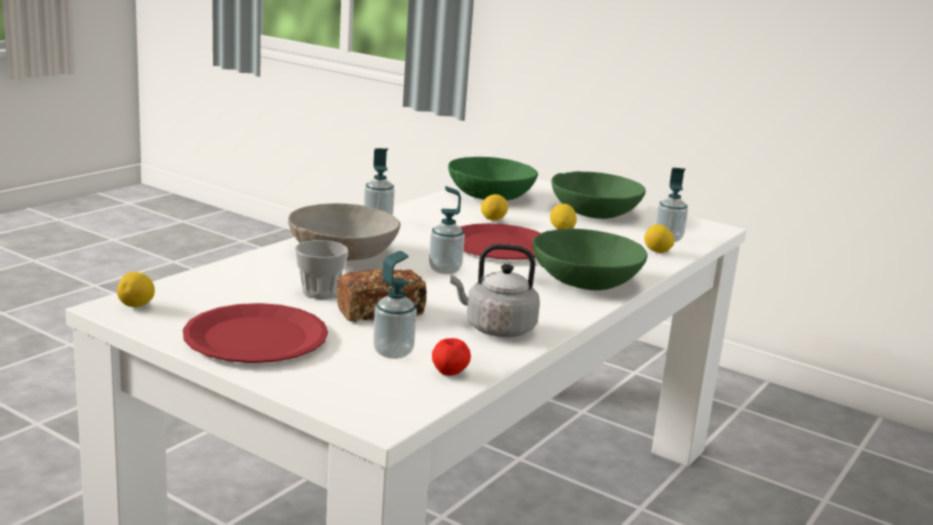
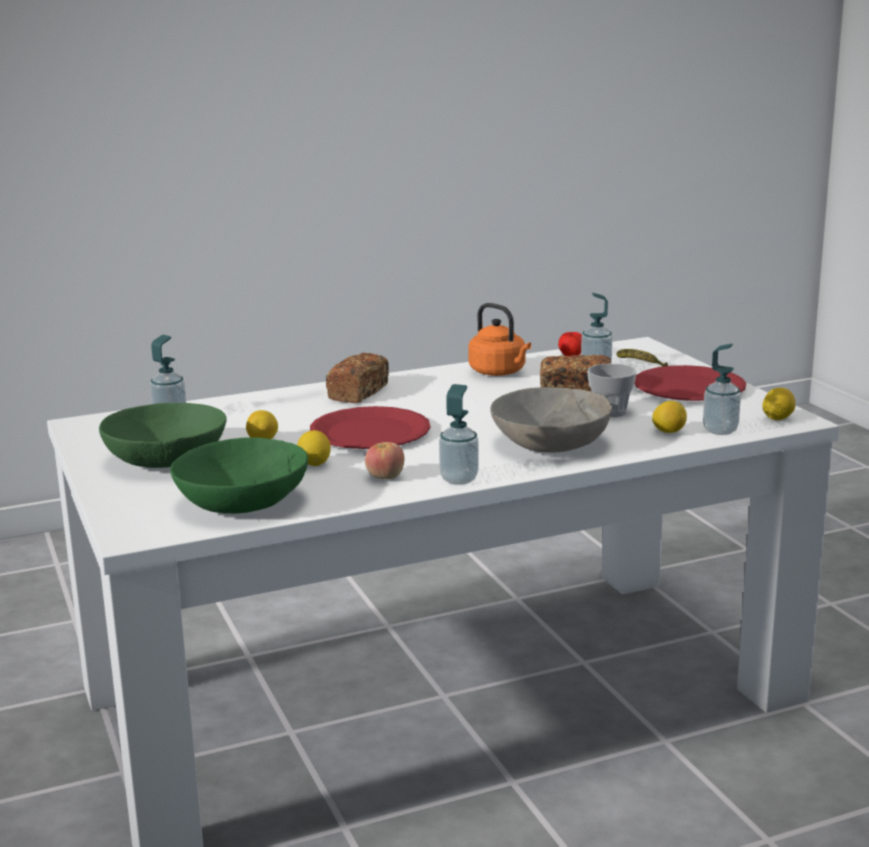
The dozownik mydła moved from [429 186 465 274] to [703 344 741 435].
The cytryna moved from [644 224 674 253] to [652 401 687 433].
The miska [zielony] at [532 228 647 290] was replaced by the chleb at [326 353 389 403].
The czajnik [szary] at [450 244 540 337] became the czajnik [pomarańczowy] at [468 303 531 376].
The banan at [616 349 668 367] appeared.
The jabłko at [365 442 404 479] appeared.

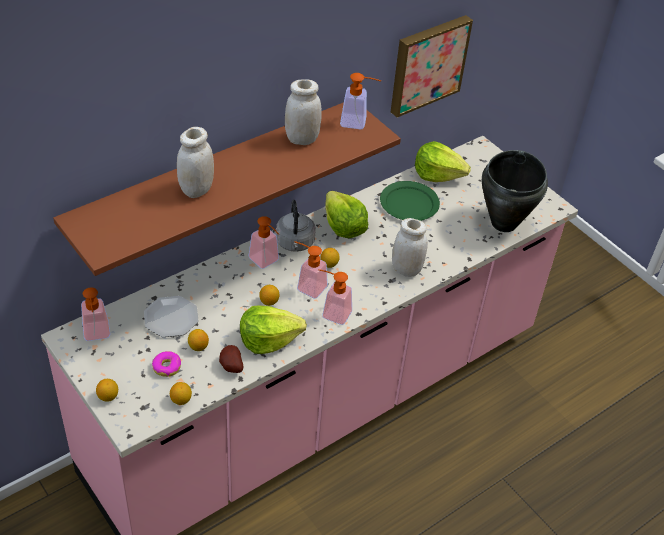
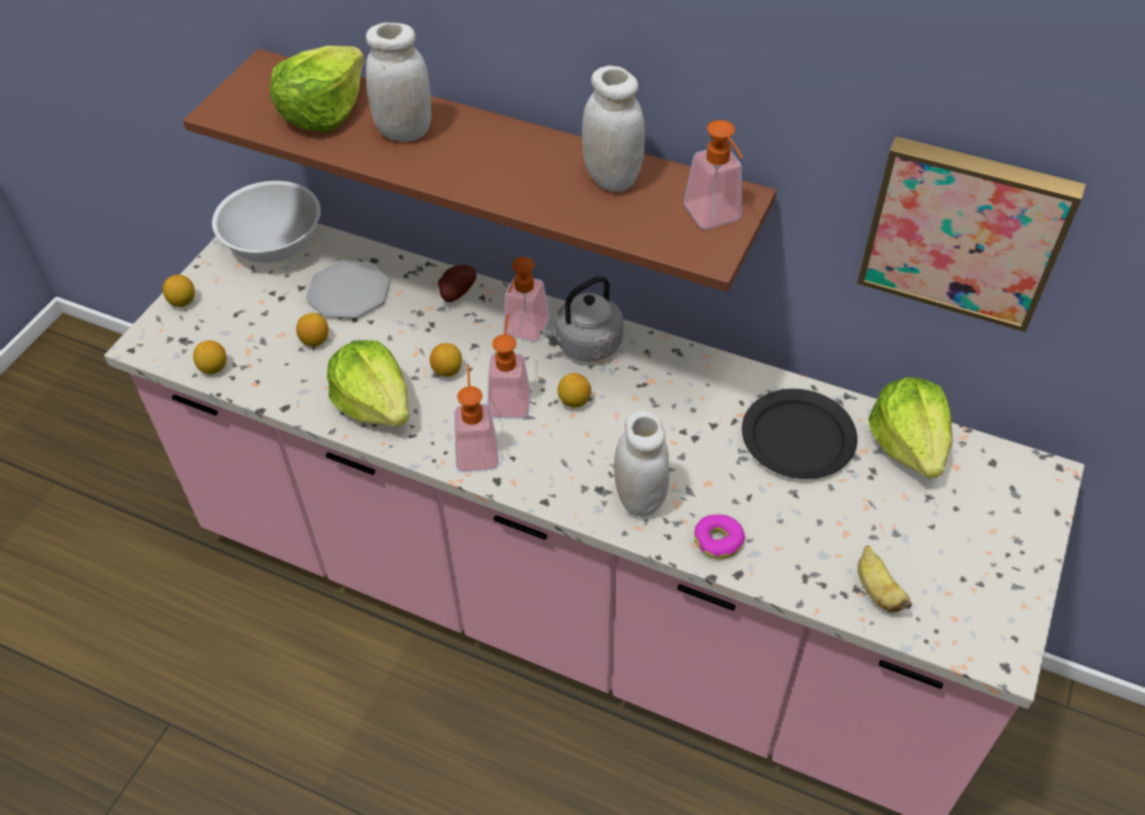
The garnek [czarny] at [482 150 548 232] was replaced by the banan at [858 545 912 612].
The talerz [zielony] at [380 181 440 221] became the talerz [czarny] at [742 389 857 479].
The sałata moved from [325 191 368 238] to [270 46 364 132].
The dozownik mydła at [81 288 110 341] was replaced by the miska [biały] at [212 181 321 263].
The ziemniak moved from [219 345 244 373] to [438 265 476 302].
The donut moved from [152 351 181 377] to [694 514 745 559].

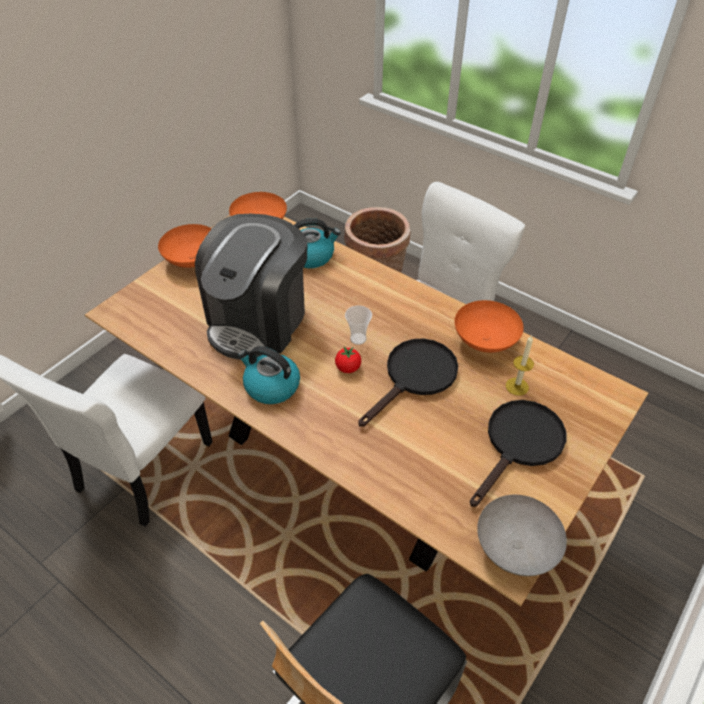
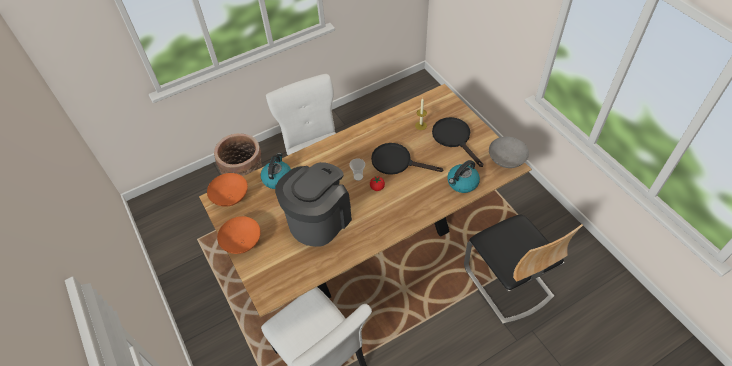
The ekspres do kawy at [195 214 308 360] turned 105 degrees counterclockwise.
The miska [pomarańczowy] at [455 300 524 353] disappeared.
The patelnia [czarny] at [358 338 458 427] turned 45 degrees counterclockwise.
The czajnik moved from [238 346 300 404] to [447 160 480 193].

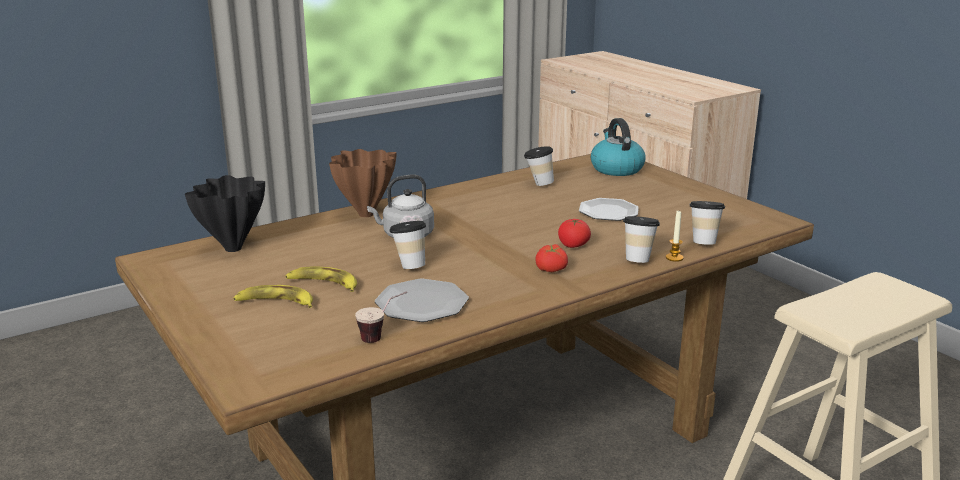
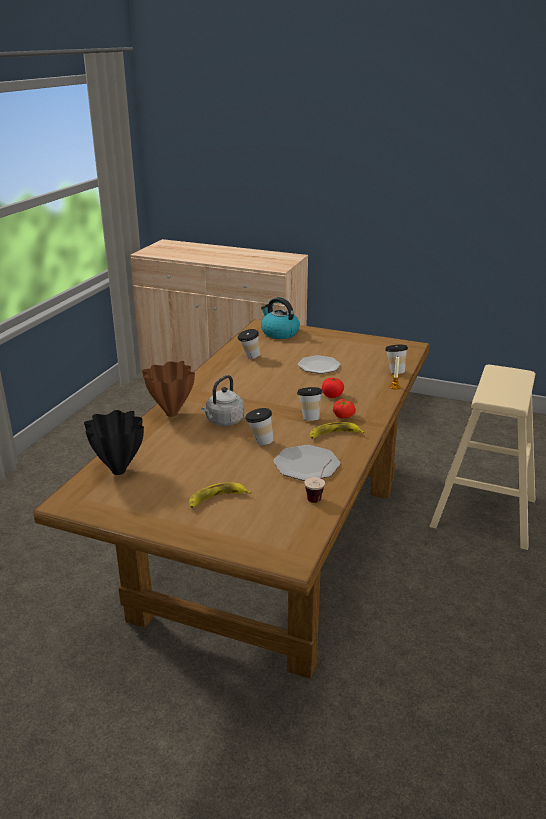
The filiżanka moved from [623 216 660 263] to [297 387 323 421].
The banan moved from [285 266 357 292] to [310 422 365 439].

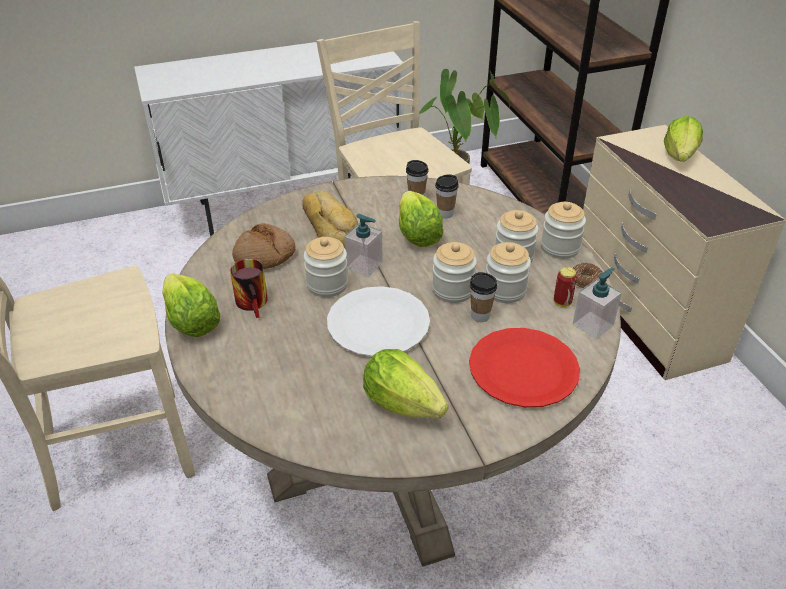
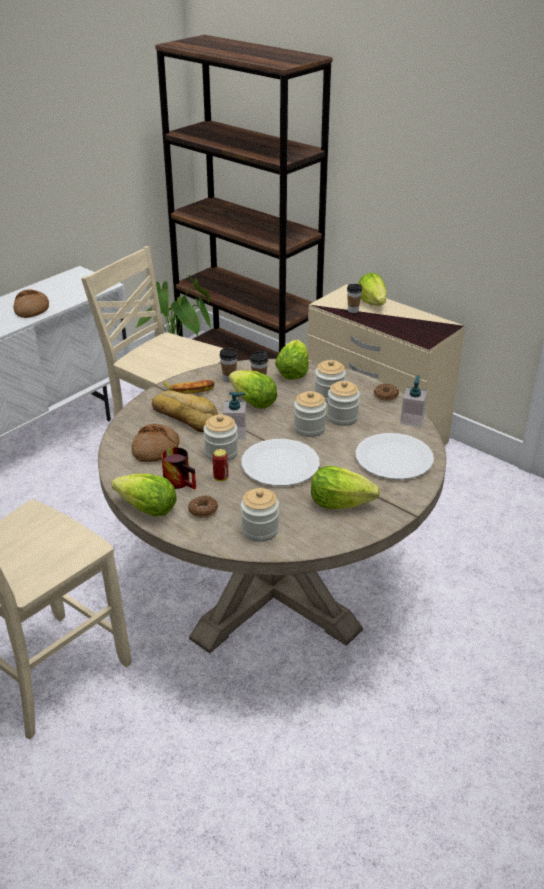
The słoik moved from [541 202 586 259] to [241 488 279 542].
The puszka moved from [554 267 577 307] to [212 449 228 481].
The filiżanka moved from [470 272 497 322] to [347 284 362 313].
The talerz [czerwony] at [469 328 580 407] became the talerz [biały] at [356 433 434 480].
The chleb at [13 289 49 318] appeared.
The sałata at [275 340 309 380] appeared.
The banan at [163 380 215 394] appeared.
The donut at [188 495 218 518] appeared.

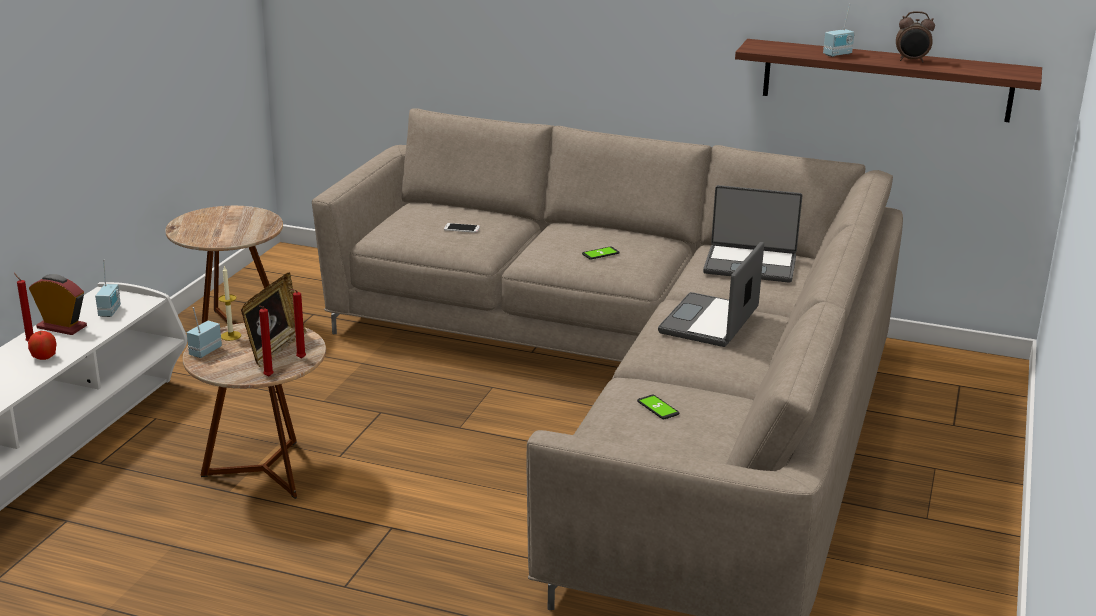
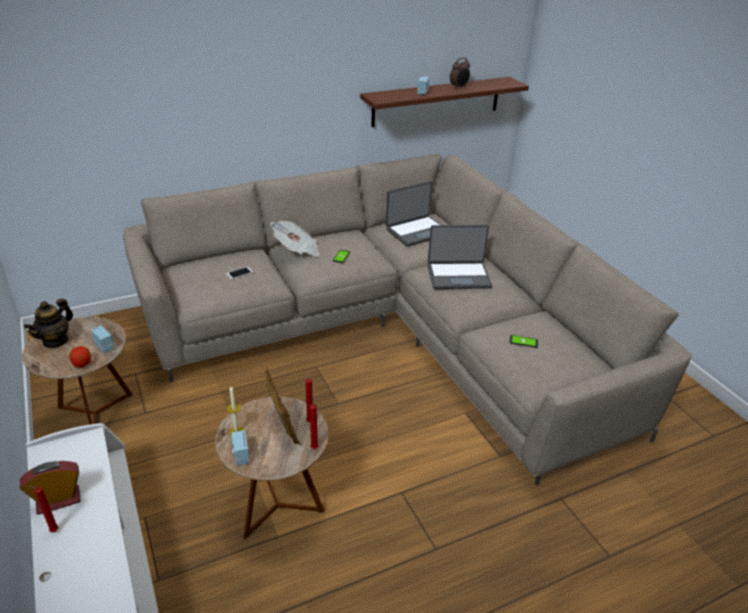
The laptop at [658 242 764 347] turned 75 degrees counterclockwise.
The radio moved from [95 259 121 317] to [88 312 114 353].
The jabłko moved from [28 331 57 360] to [69 346 91 367].
The gazeta at [270 221 319 257] appeared.
The imbryk at [24 298 73 348] appeared.

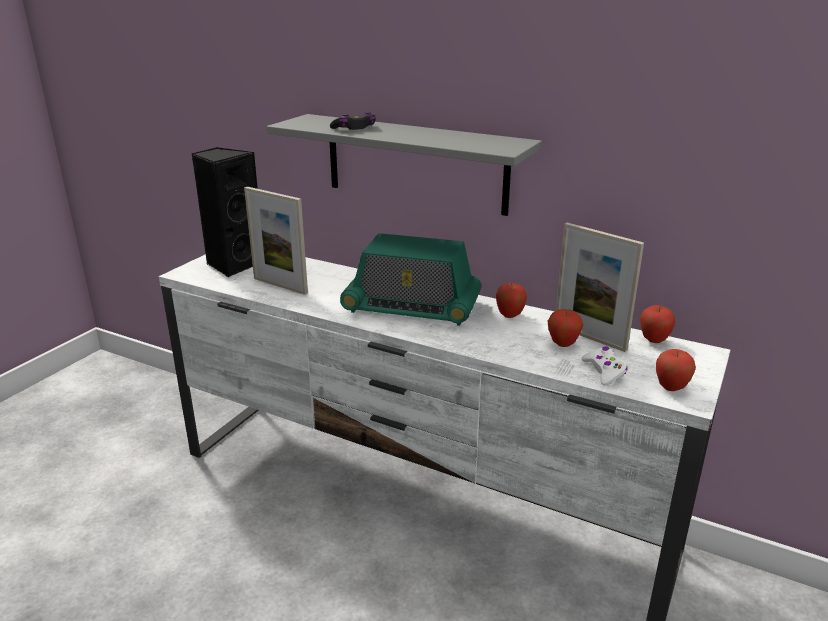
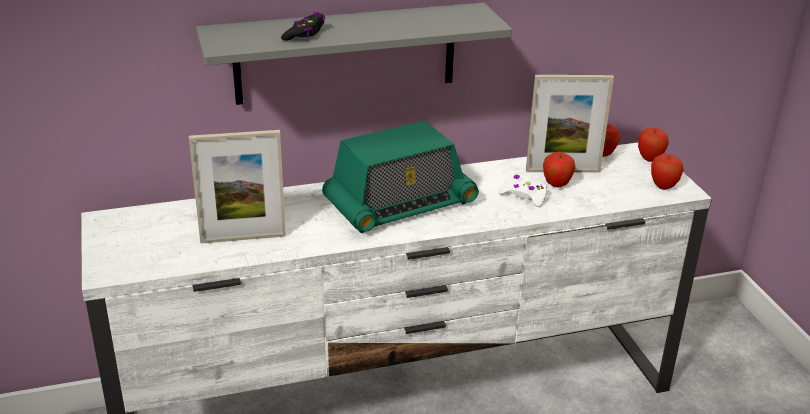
The głośnik [czarny] at [192 147 258 277] disappeared.
The jabłko moved from [496 283 527 318] to [638 128 669 162].
The pad do gier [biały] moved from [581 346 628 385] to [499 175 547 207].

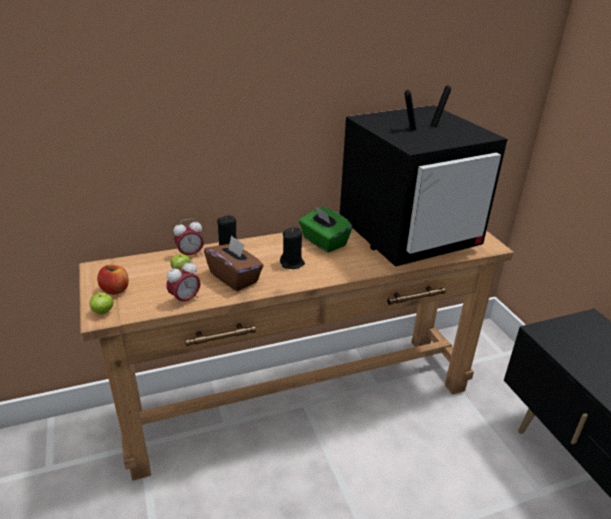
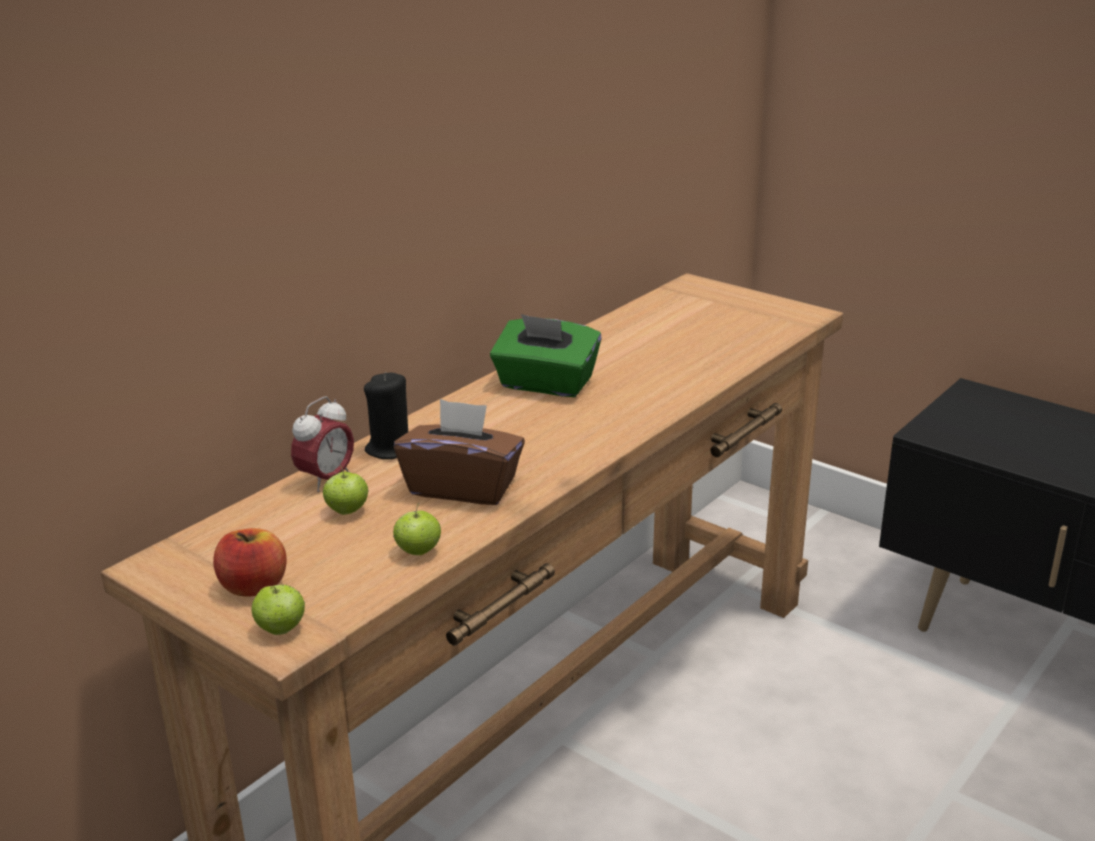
The telewizor at [340 85 507 267] disappeared.
The świeca [czarny] at [280 228 305 269] disappeared.
The budzik at [166 260 201 307] was replaced by the jabłko at [393 503 441 555].

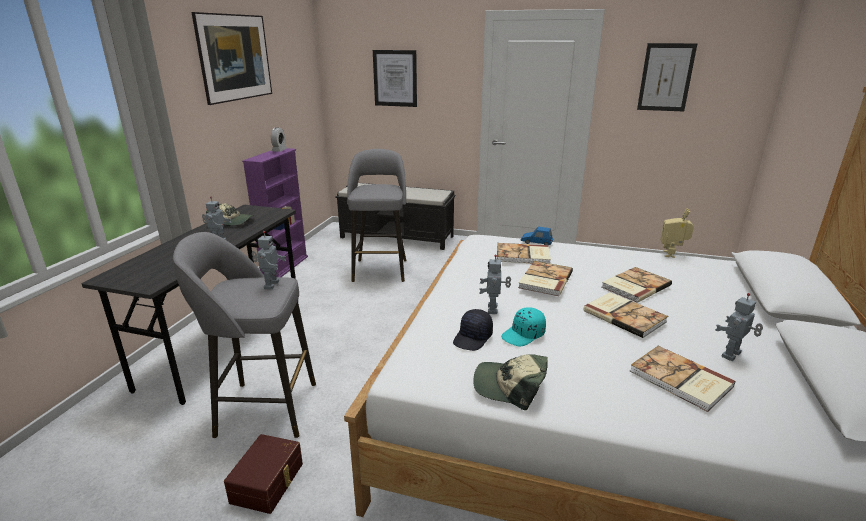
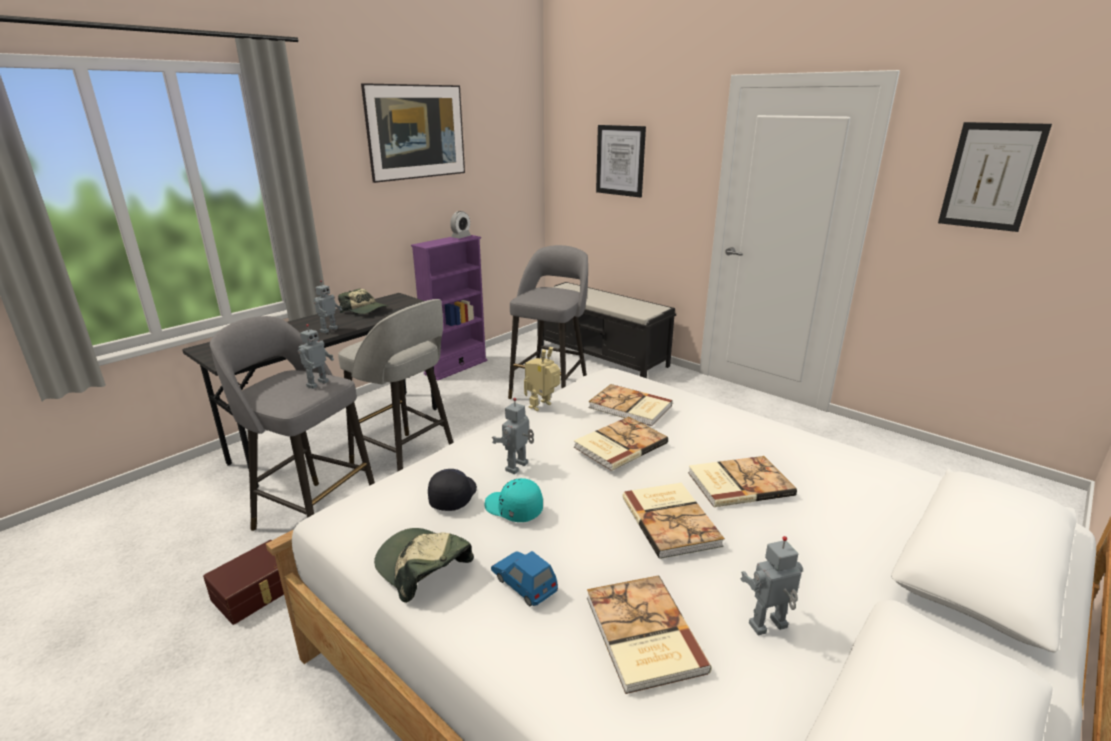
The robot zabawkowy moved from [661 208 694 258] to [524 347 560 411].
The samochodzik [niebieski] moved from [520 227 553 246] to [491 551 558 606].
The czapka z daszkiem [turkusowy] at [501 307 546 347] turned 45 degrees clockwise.
The czapka z daszkiem [czarny] at [453 309 493 351] turned 135 degrees clockwise.
The stołek [szary] at [338 299 453 471] appeared.

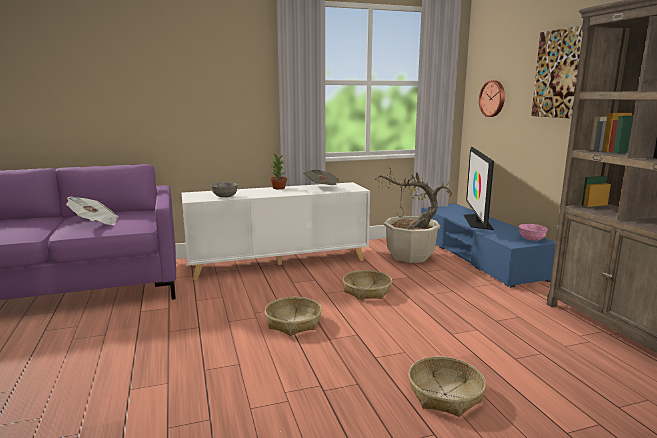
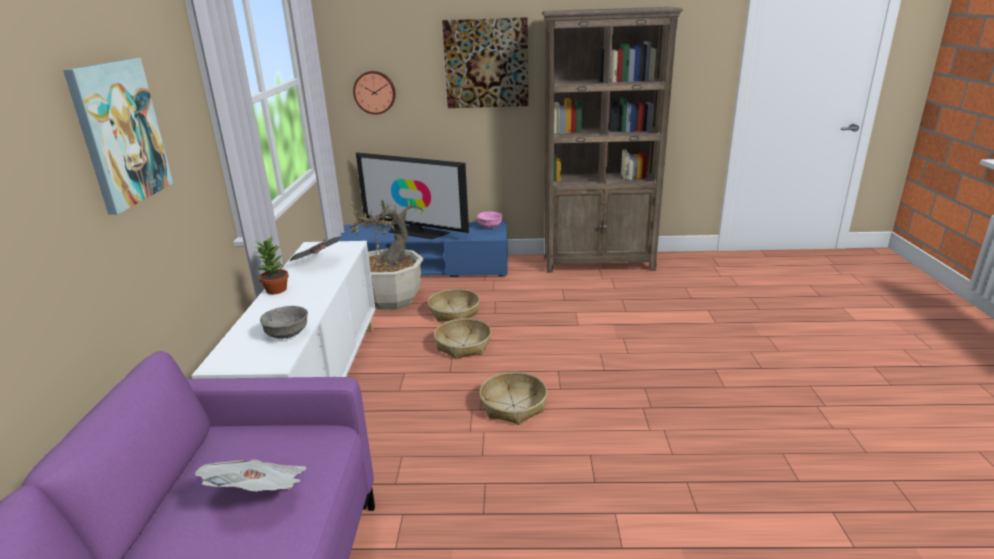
The koszyk moved from [408 356 486 417] to [428 289 480 322].
The obraz at [63 58 173 215] appeared.

